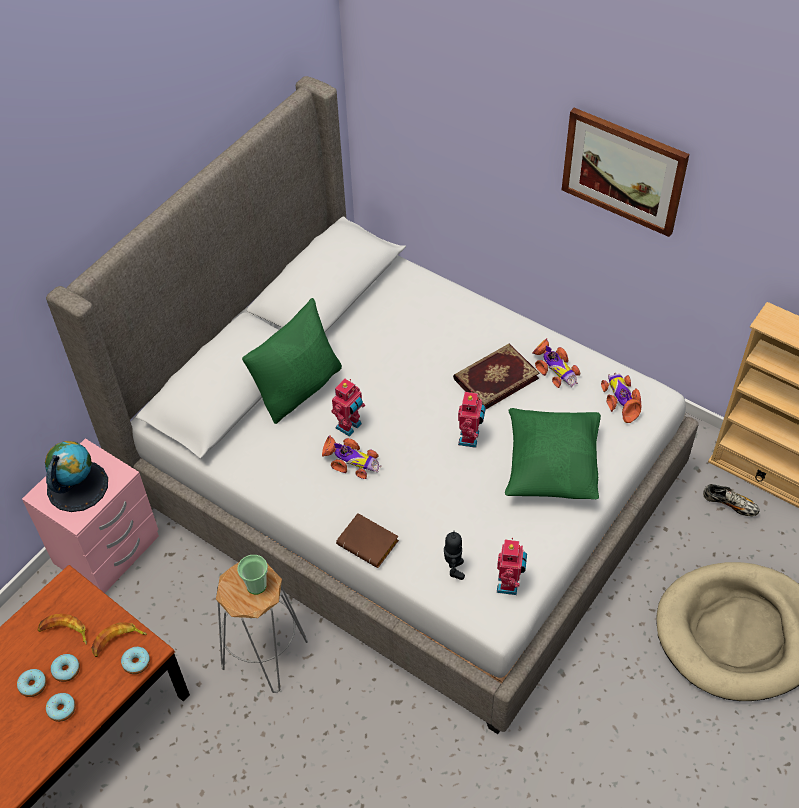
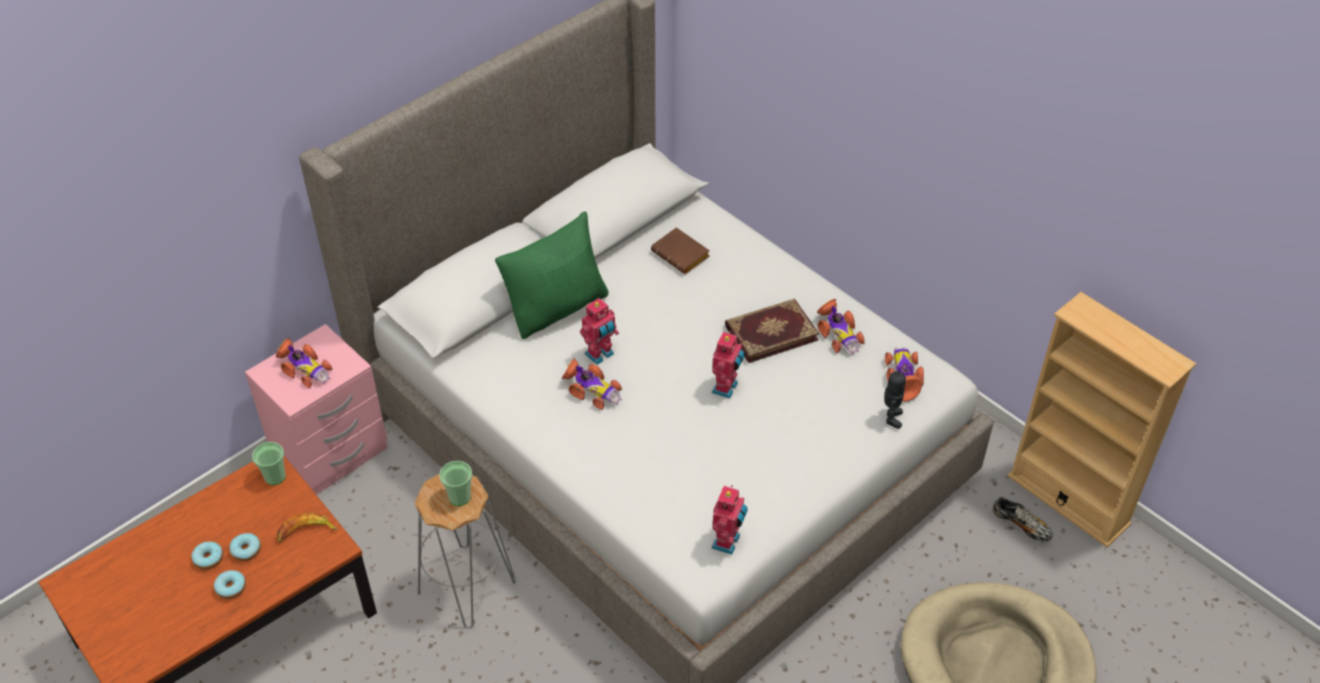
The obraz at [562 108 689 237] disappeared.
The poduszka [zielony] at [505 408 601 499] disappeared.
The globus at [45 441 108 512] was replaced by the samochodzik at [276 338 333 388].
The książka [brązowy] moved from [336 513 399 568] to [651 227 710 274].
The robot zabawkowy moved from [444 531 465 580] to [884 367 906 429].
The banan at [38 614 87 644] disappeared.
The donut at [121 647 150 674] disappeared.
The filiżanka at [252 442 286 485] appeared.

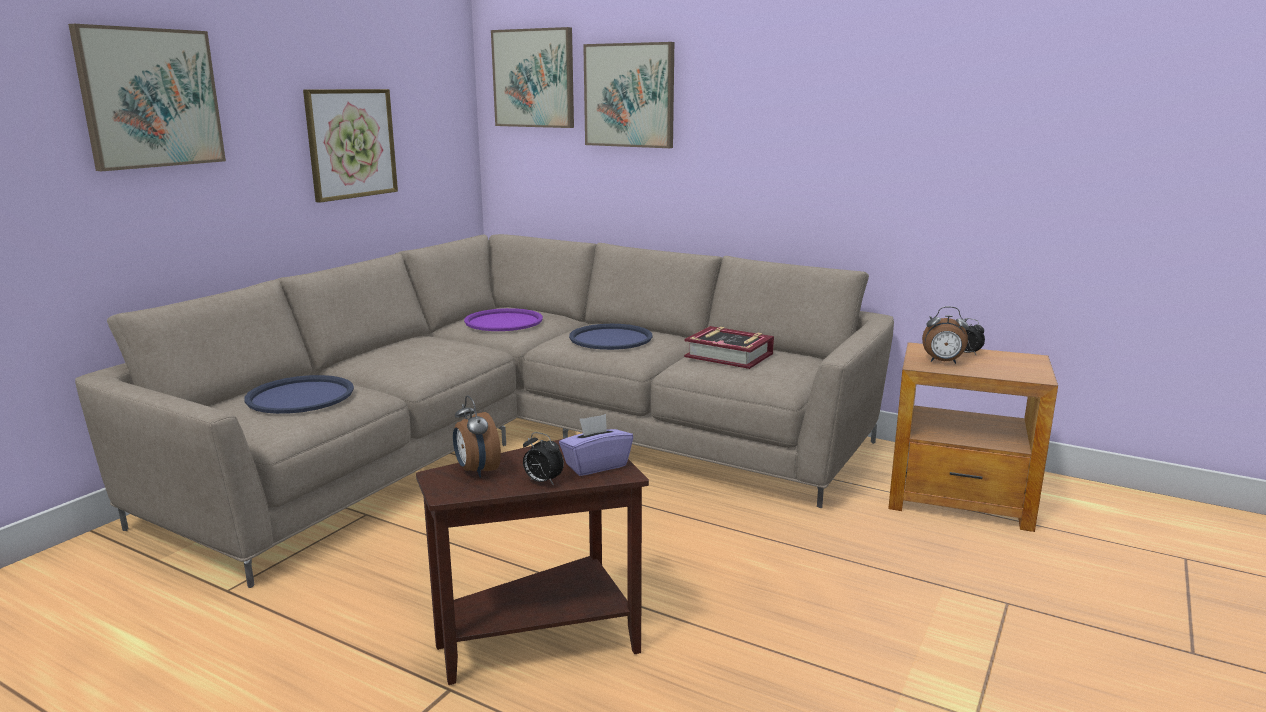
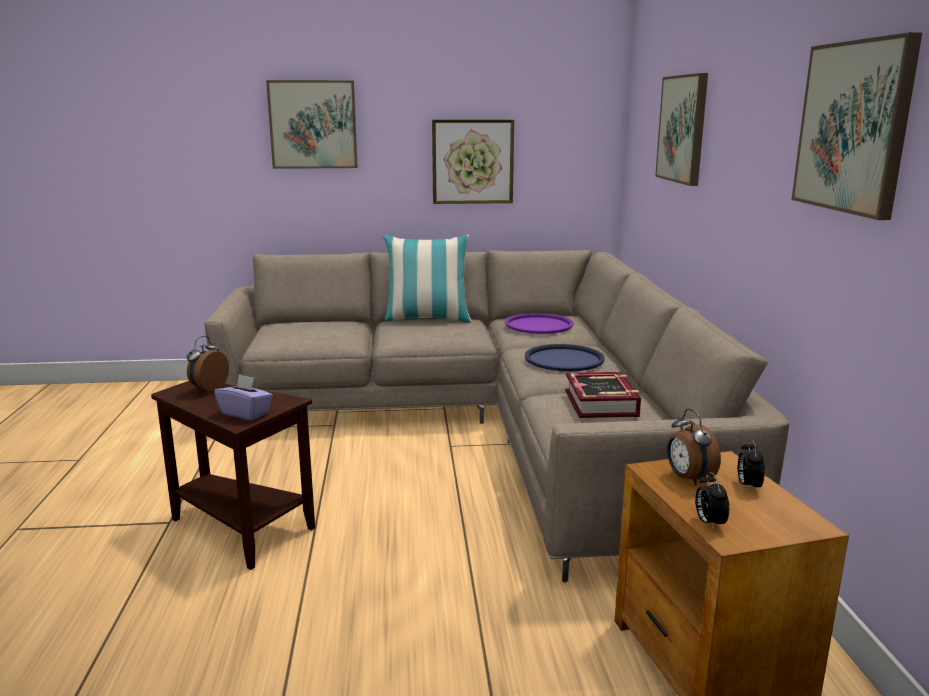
The obraz moved from [491 27 574 128] to [792 32 922 220].
The taca [niebieski] at [244 375 354 414] disappeared.
The budzik moved from [523 432 564 485] to [695 472 729 531].
The poduszka at [383 235 472 323] appeared.

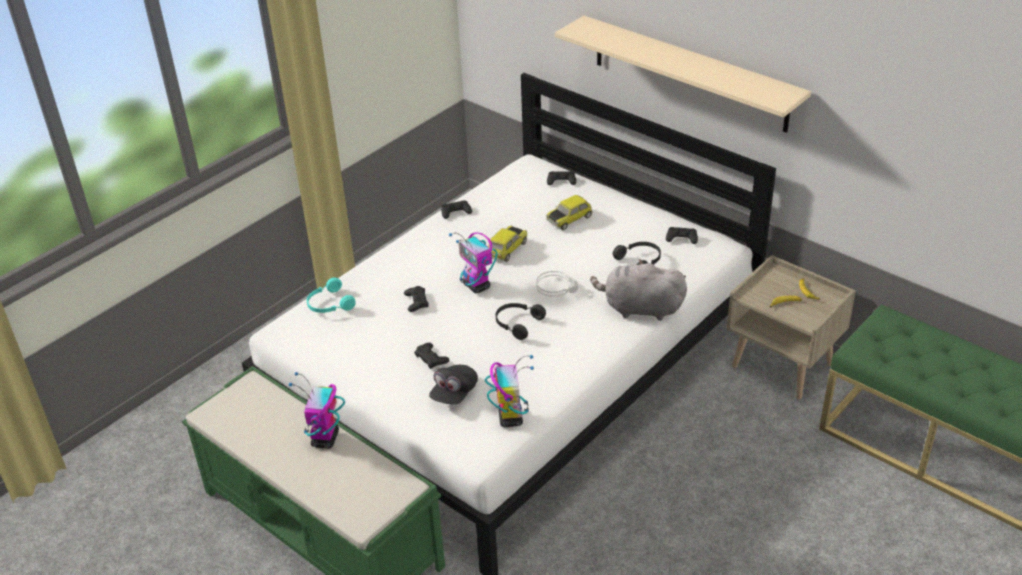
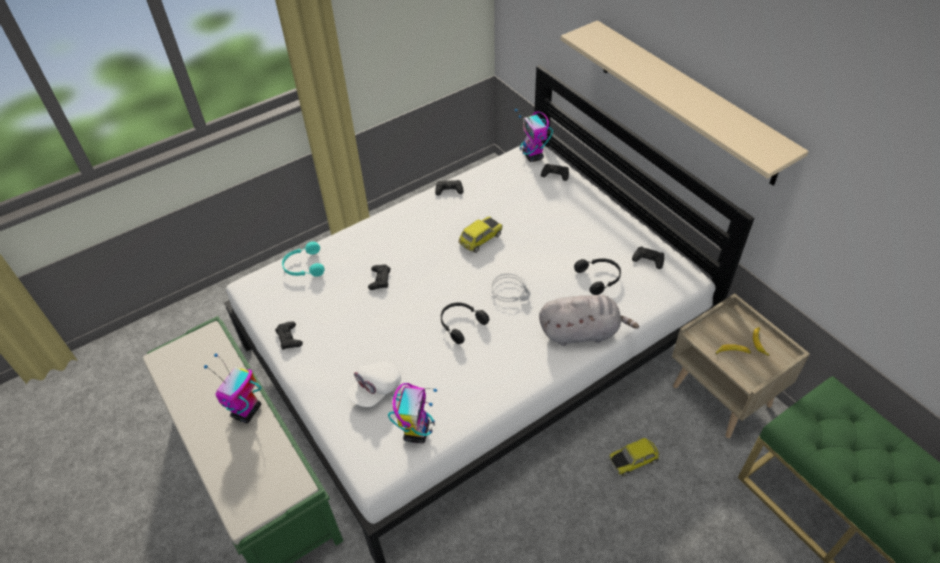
The samochodzik moved from [546 195 593 230] to [608 438 659 476].
The robot zabawkowy moved from [449 232 497 293] to [515 109 553 162].
The pluszak [szary] at [590 259 687 321] turned 150 degrees clockwise.
The pad do gier [czarny] moved from [414 343 449 369] to [275 321 303 350].
The czapka z daszkiem [czarny] at [429 365 478 404] became the czapka z daszkiem [biały] at [348 362 401 407].

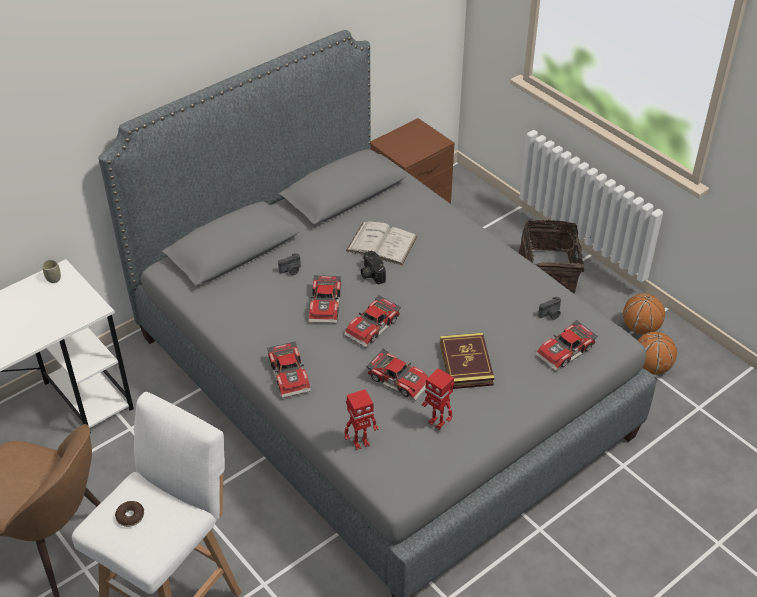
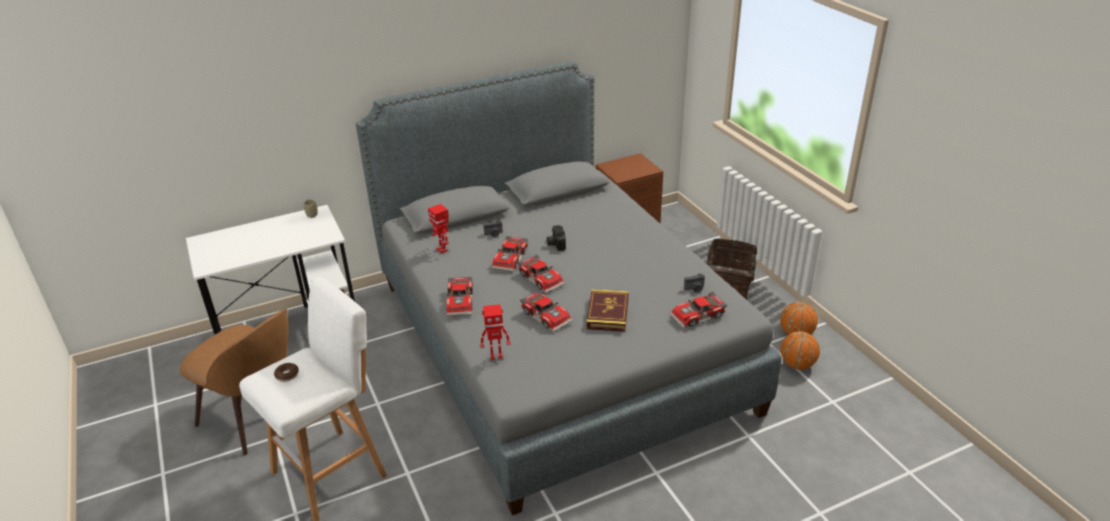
The książka [biały] at [346 221 418 265] disappeared.
The samochodzik at [344 295 401 348] turned 90 degrees counterclockwise.
The robot zabawkowy moved from [422 368 454 430] to [428 204 449 254].

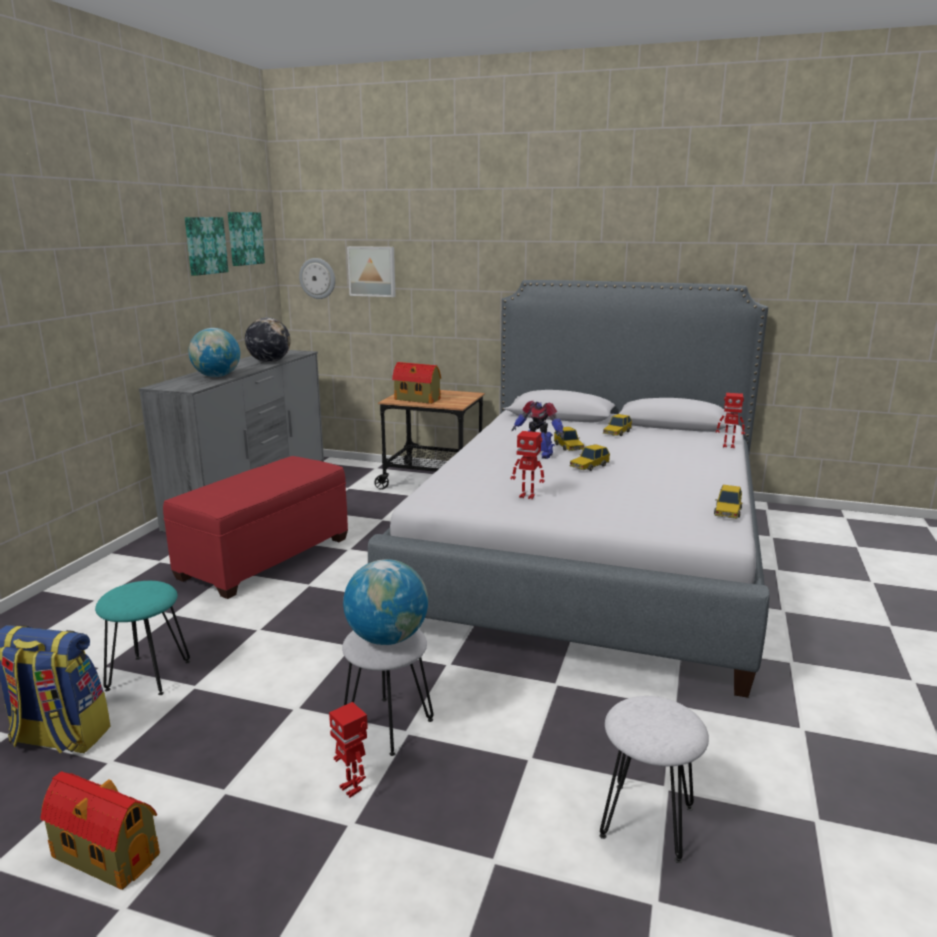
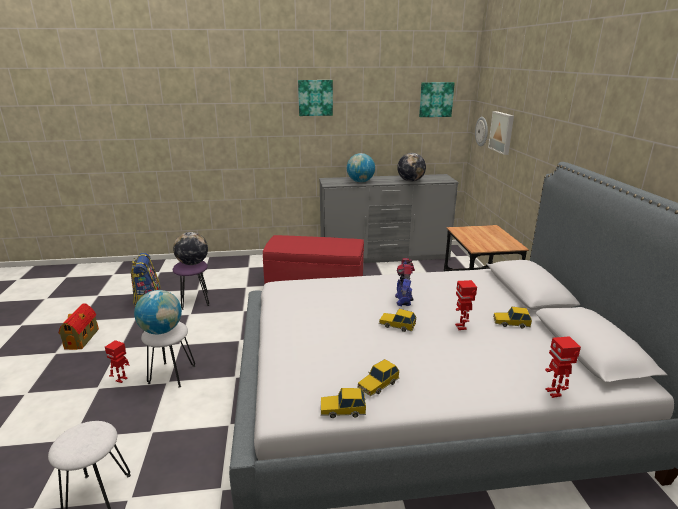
The obraz moved from [185 217 229 276] to [298 80 333 116].
The domek at [392 362 441 404] disappeared.
The samochodzik moved from [553 427 584 451] to [357 359 399 396].
The robot zabawkowy moved from [511 431 545 499] to [455 280 477 330].
The stołek [turkusowy] at [95 581 190 695] became the stołek [fioletowy] at [173 261 209 310].
The globus at [173 232 208 265] appeared.

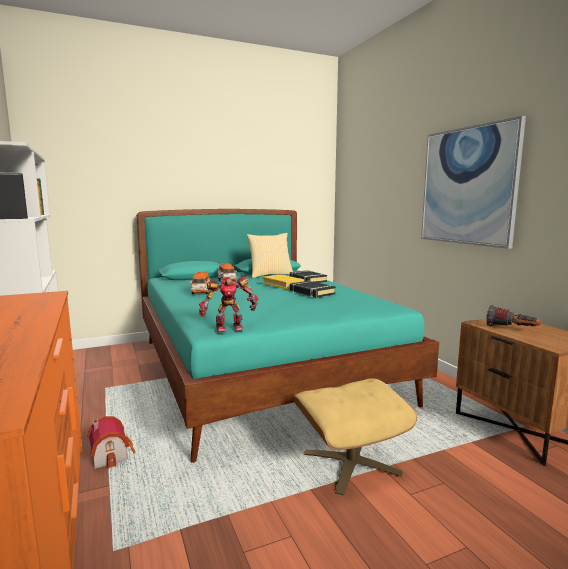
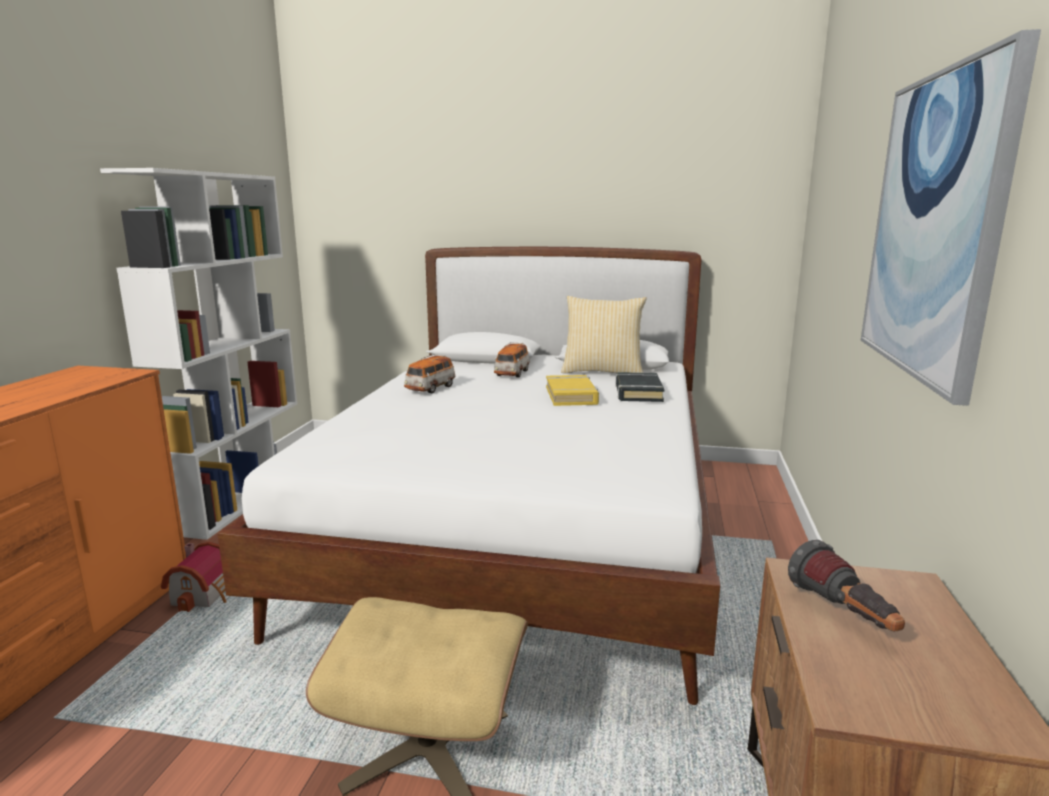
The łóżko [turkusowy] at [136 209 439 463] became the łóżko [biały] at [217 247 720 705].
The robot zabawkowy at [199 273 258 332] disappeared.
The książka [czarny] at [290 281 336 298] disappeared.

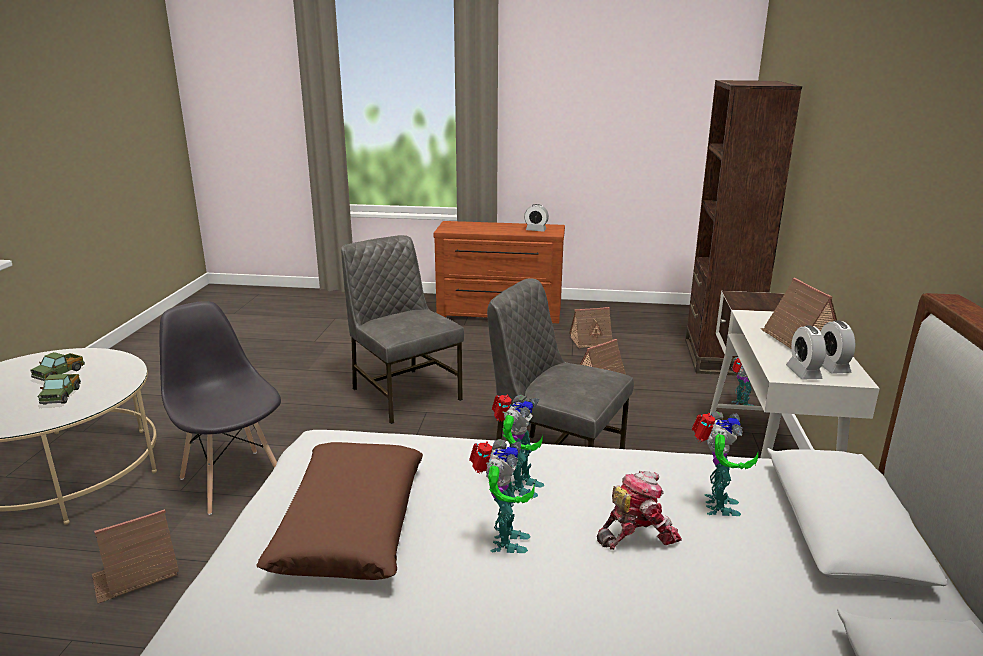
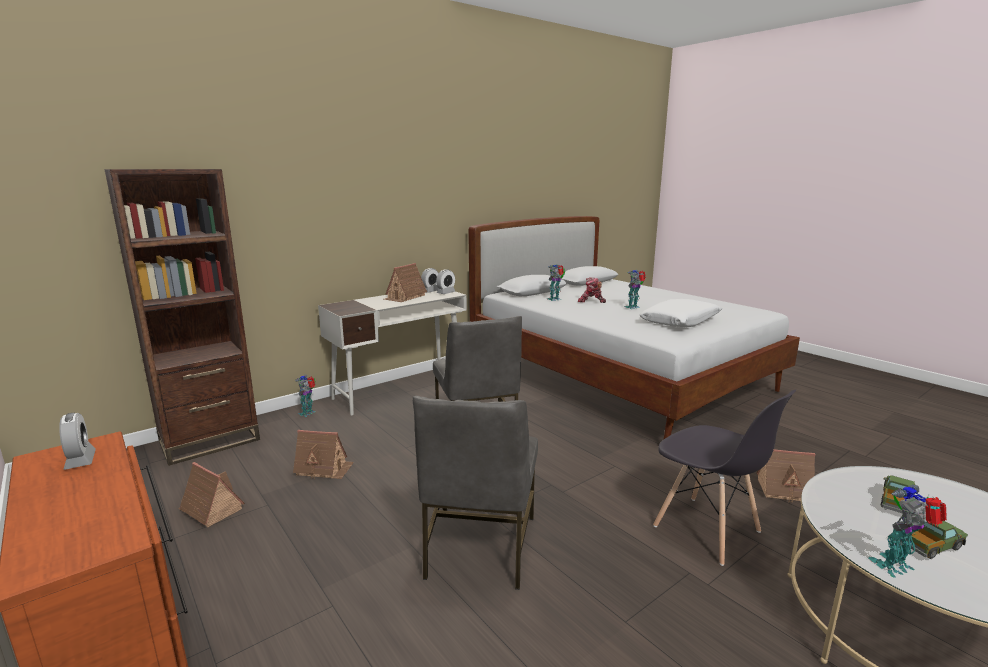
The krzesło [szary] at [159 301 281 515] turned 45 degrees counterclockwise.
The robot zabawkowy moved from [492 394 544 498] to [869 485 947 578].
The poduszka [brązowy] at [256 442 423 580] became the poduszka [biały] at [639 299 722 327].

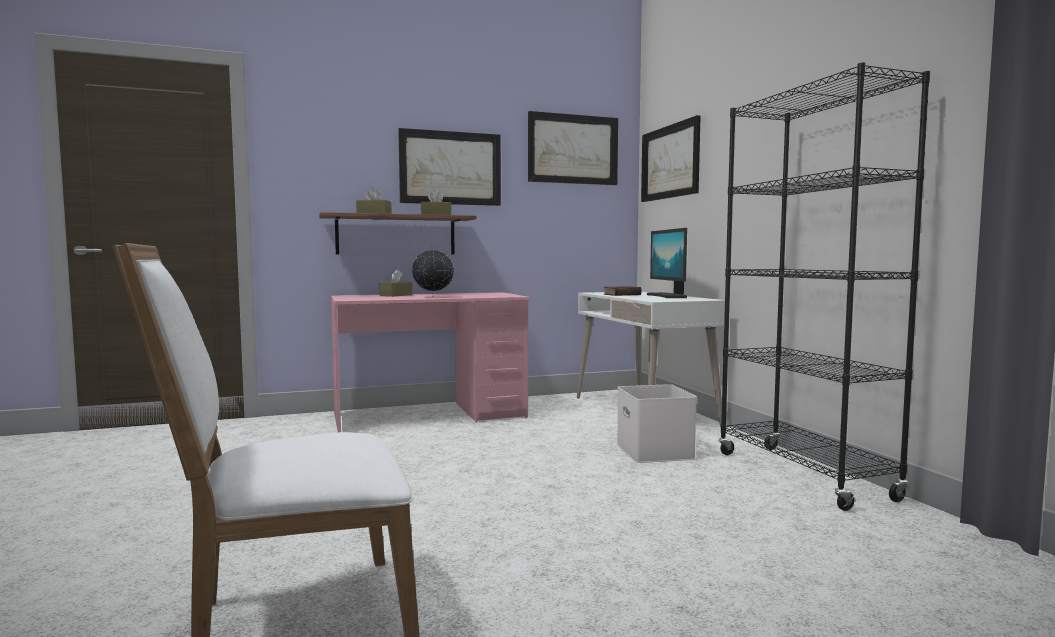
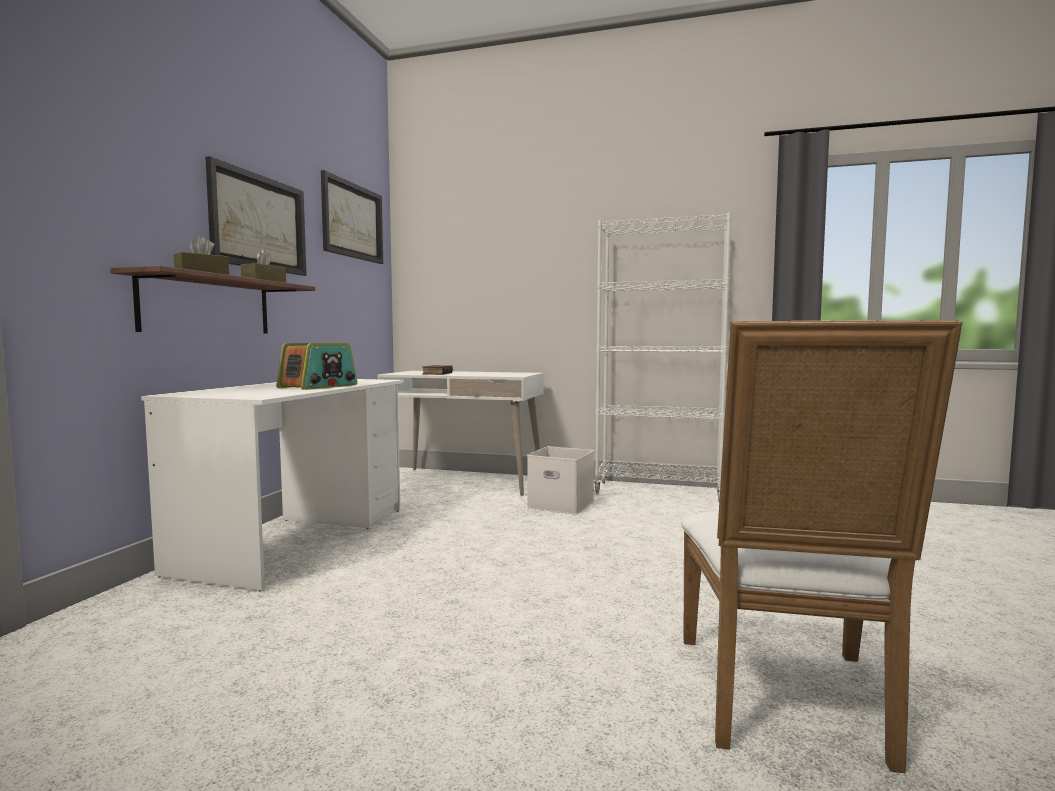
The regał [czarny] at [719 62 930 511] became the regał [biały] at [594 213 732 501].
The obraz at [641 115 701 202] disappeared.
The monitor at [647 228 687 298] disappeared.
The globus at [412 245 454 296] was replaced by the radio at [276 343 357 390].
The pudełko chusteczek [brązowy] at [379 269 412 297] disappeared.
The biurko [różowy] at [331 292 530 432] became the biurko [biały] at [141 379 404 591].

